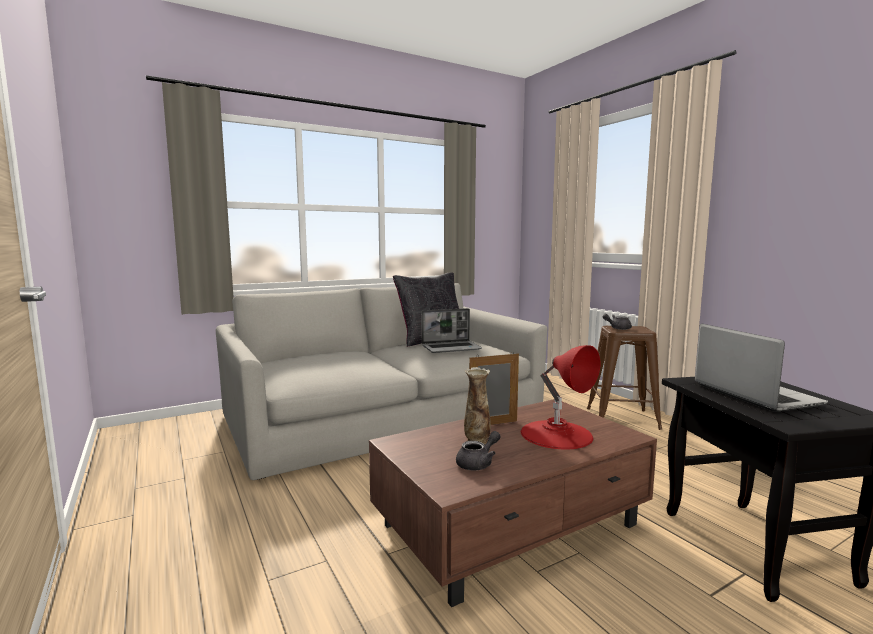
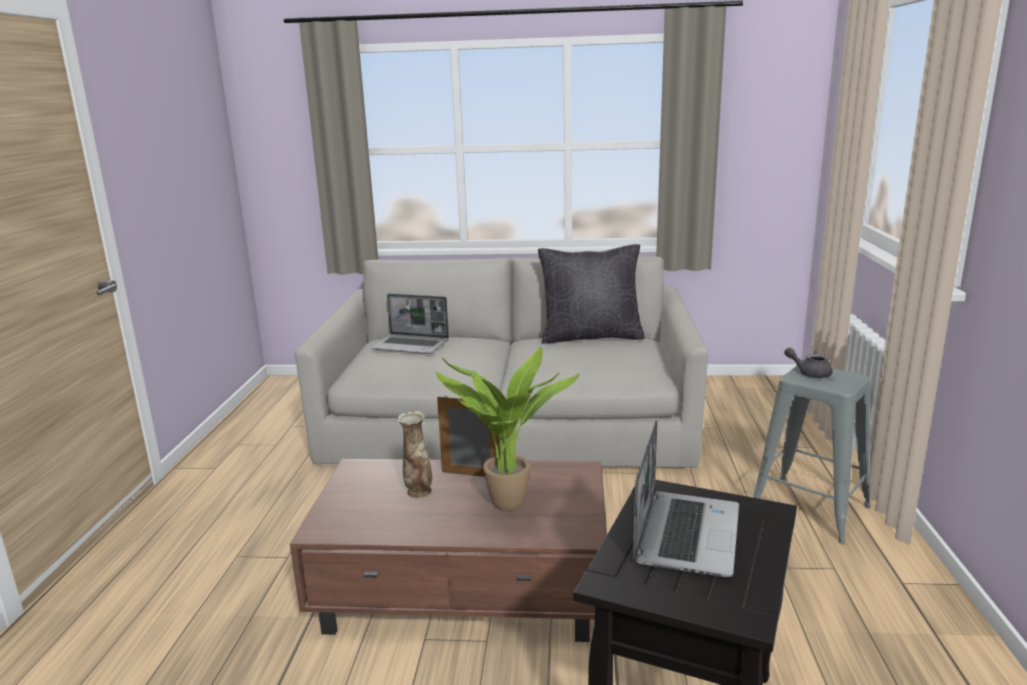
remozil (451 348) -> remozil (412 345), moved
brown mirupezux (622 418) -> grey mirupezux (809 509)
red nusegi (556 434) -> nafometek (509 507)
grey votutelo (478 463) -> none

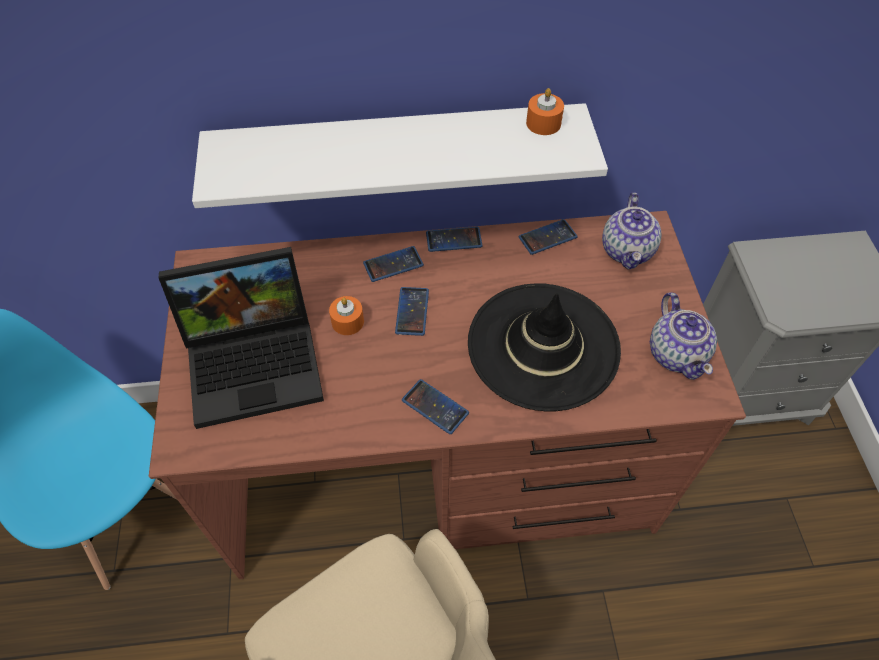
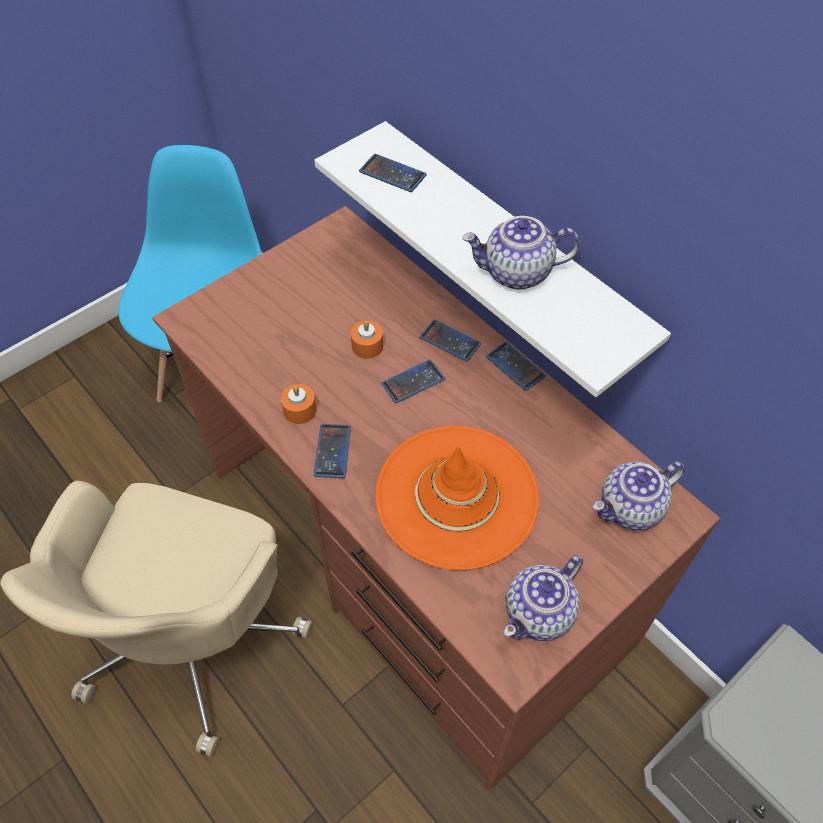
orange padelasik (543 123) -> orange padelasik (299 410), moved
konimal (547 237) -> konimal (392 174), moved
remozil (257 361) -> none
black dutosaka (543 345) -> orange dutosaka (457 496)
none -> votutelo (516 273)

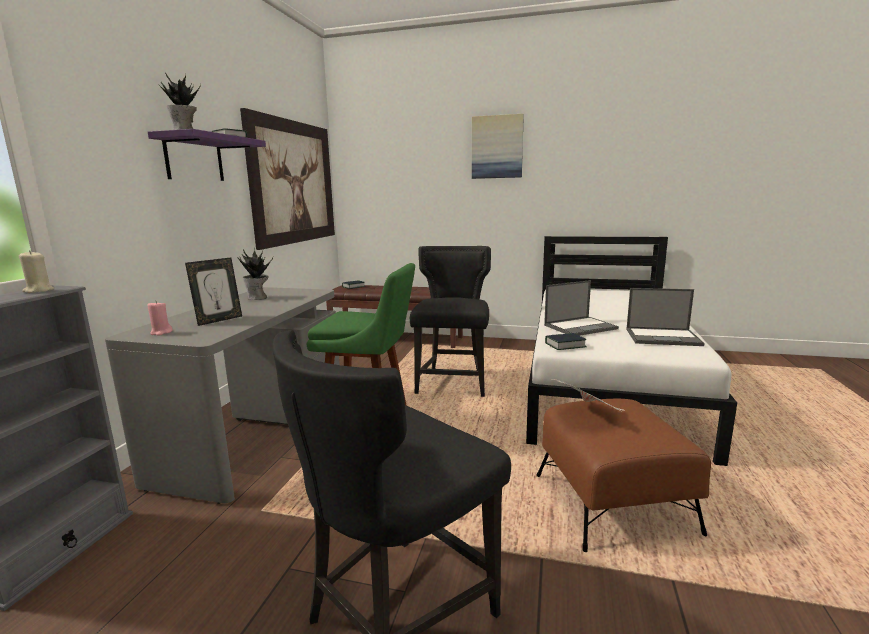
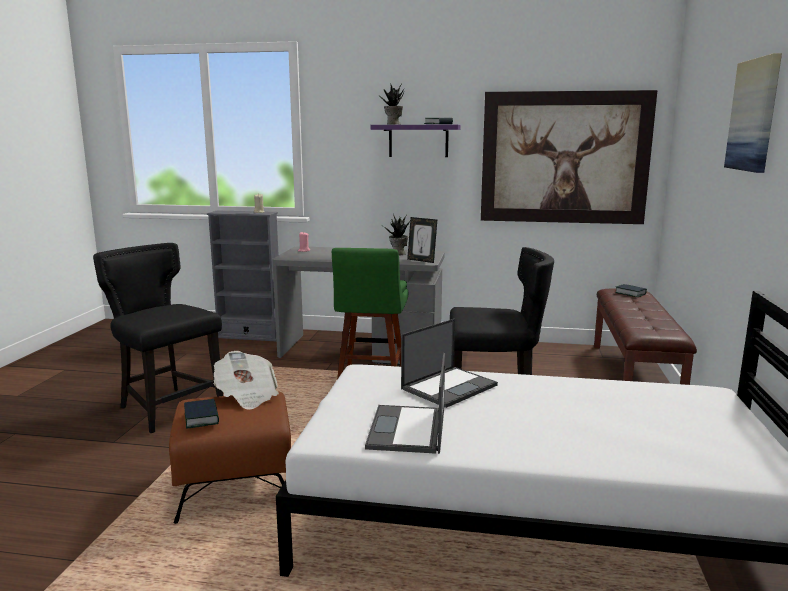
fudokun (219 320) -> fudokun (421 260), moved
remozil (581 327) -> remozil (449 386), 105 degrees counterclockwise
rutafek (565 345) -> rutafek (201 418), moved

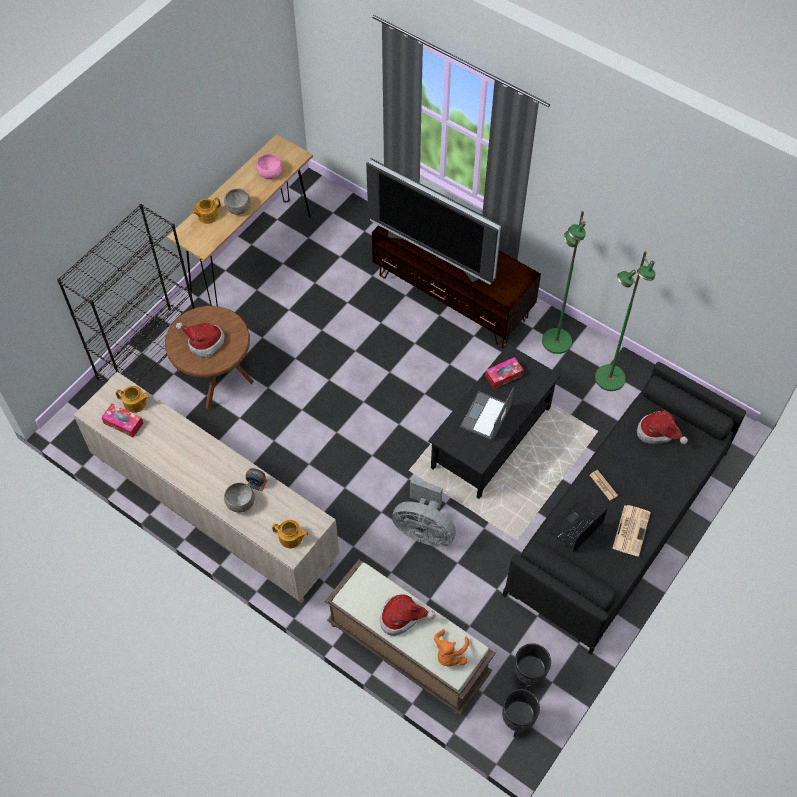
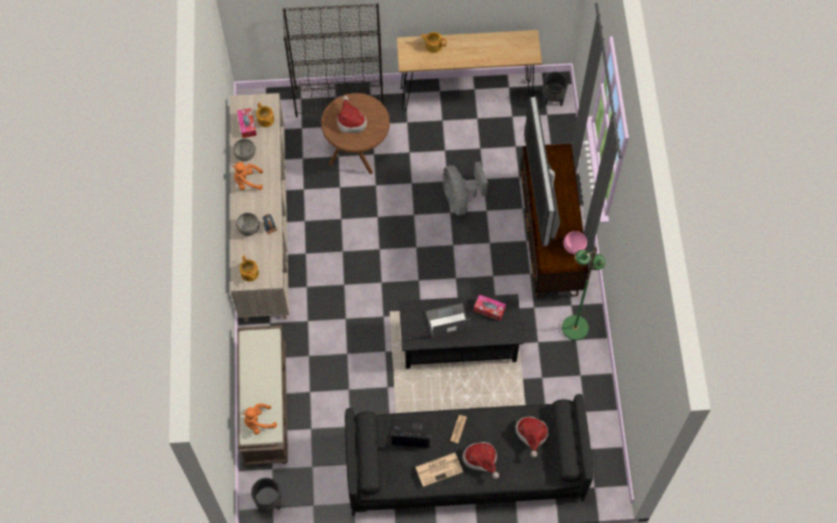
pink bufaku (270 174) -> pink bufaku (573 247), moved
grey bufaku (238 209) -> grey bufaku (245 154), moved
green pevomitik (609 378) -> none
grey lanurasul (424 530) -> grey lanurasul (460 199), moved
dutosaka (402 617) -> dutosaka (481 460), moved
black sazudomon (528 676) -> black sazudomon (552 101), moved
none -> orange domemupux (247 181)

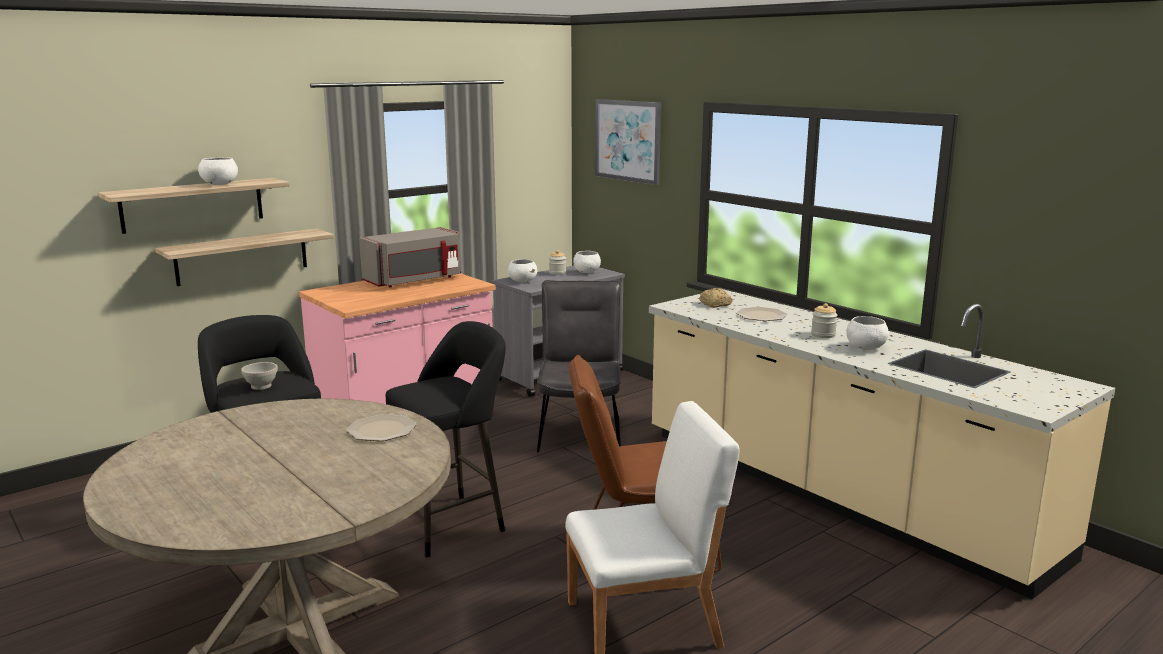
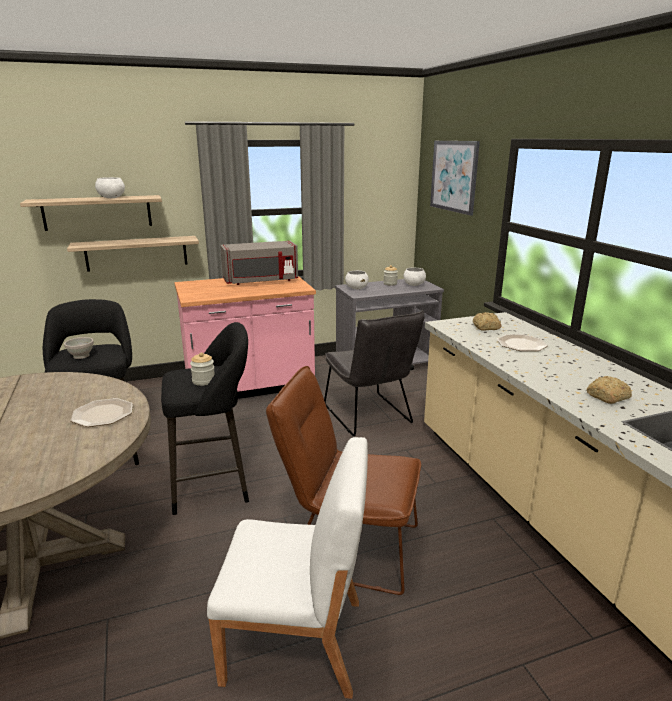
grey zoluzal (580 431) -> grey zoluzal (369 417), 135 degrees clockwise
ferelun (823 335) -> ferelun (203 381), moved
white bufaku (865 348) -> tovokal (606 397)

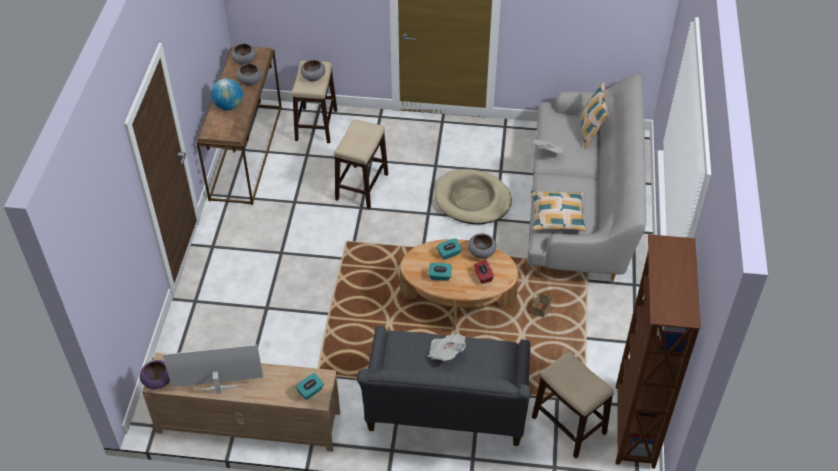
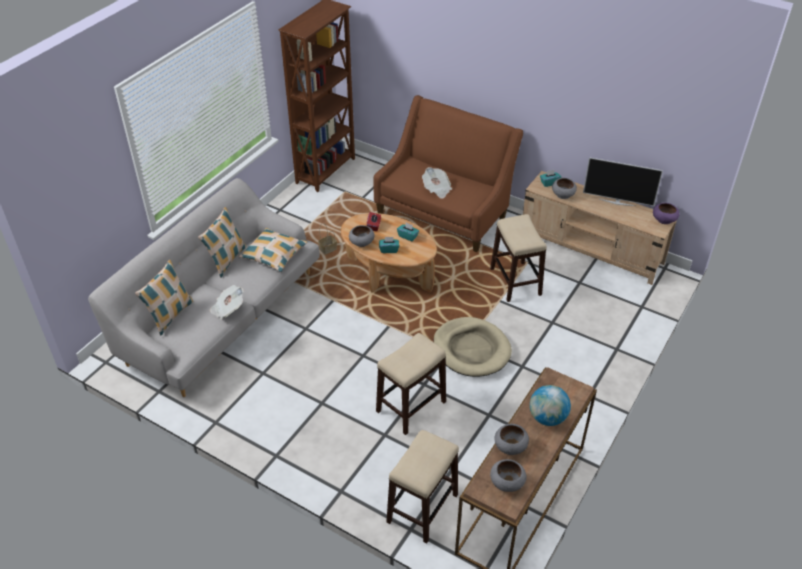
grey bufaku (313 77) -> grey bufaku (563 194), moved
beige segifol (472 200) -> beige segifol (471 349), moved
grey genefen (446 413) -> brown genefen (444 212)
mirupezux (568 424) -> mirupezux (515 282), moved
none -> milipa (227 260)

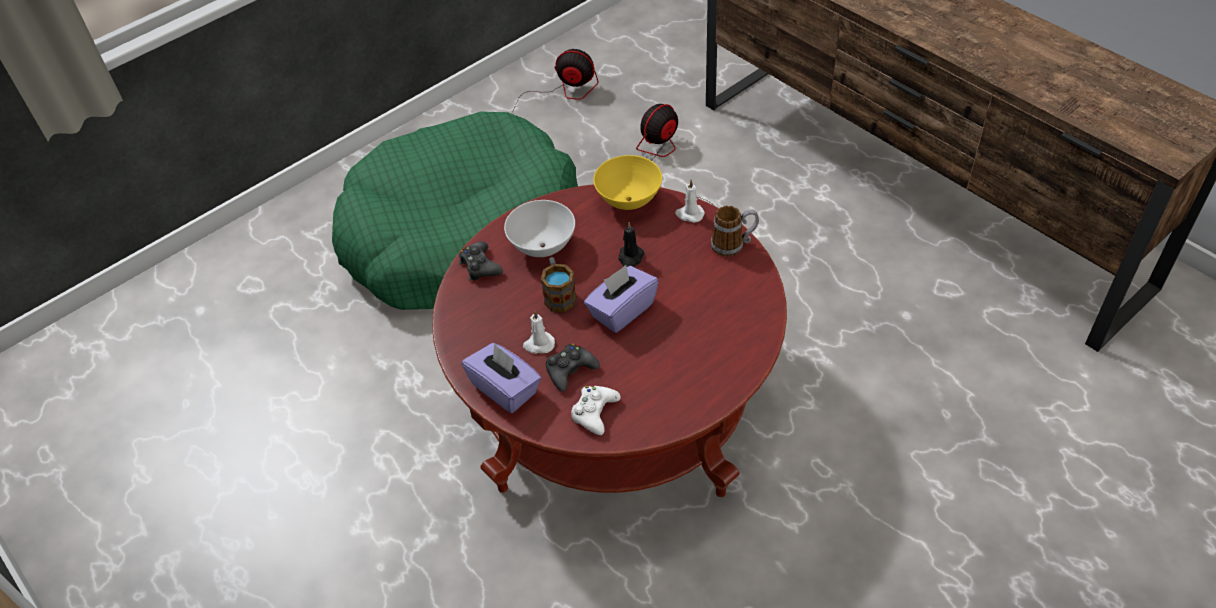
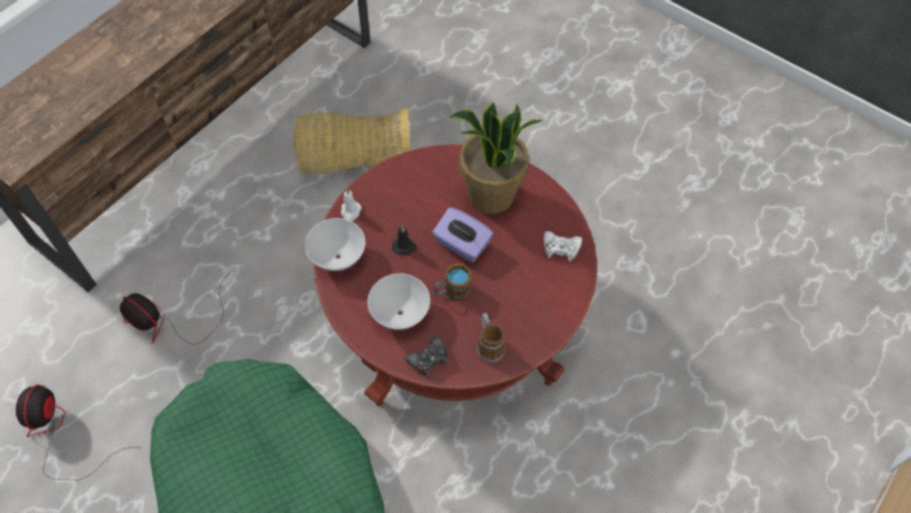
yellow bufaku (629 200) -> white bufaku (337 257)
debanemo (733 245) -> debanemo (488 345), moved
white padelasik (538 344) -> none
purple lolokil (505 389) -> none
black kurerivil (570 370) -> none
none -> nafometek (491 196)
none -> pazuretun (354 160)

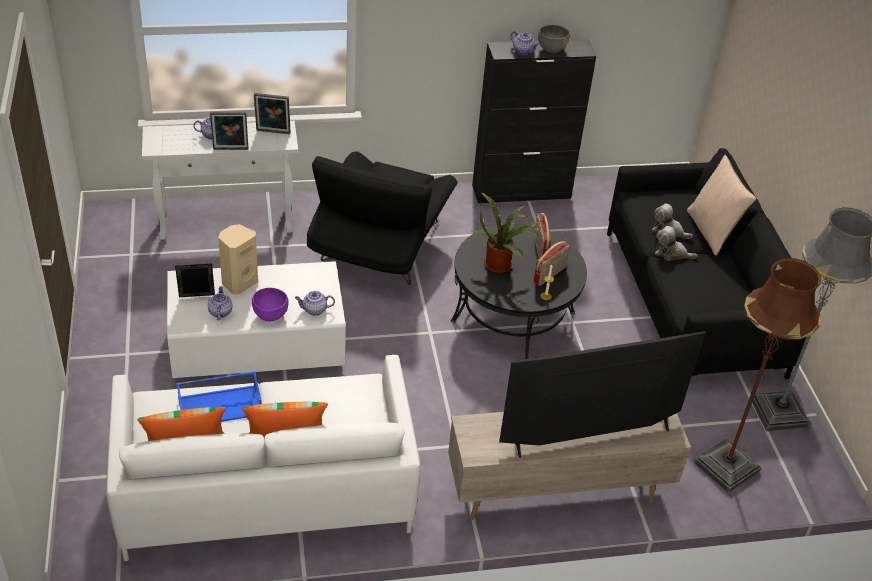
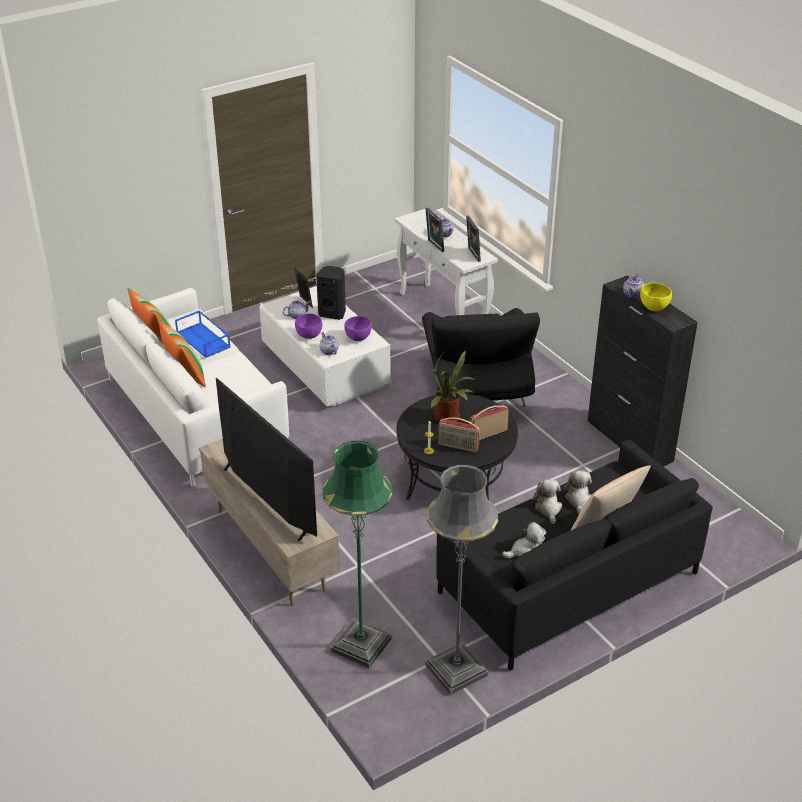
grey bufaku (552 49) -> yellow bufaku (654 307)
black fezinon (379 249) -> black fezinon (477 388), 90 degrees counterclockwise
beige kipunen (239 282) -> black kipunen (333 313)
brown pevomitik (726 467) -> green pevomitik (361 645)
none -> purple bufaku (358 338)
none -> domemupux (526 551)

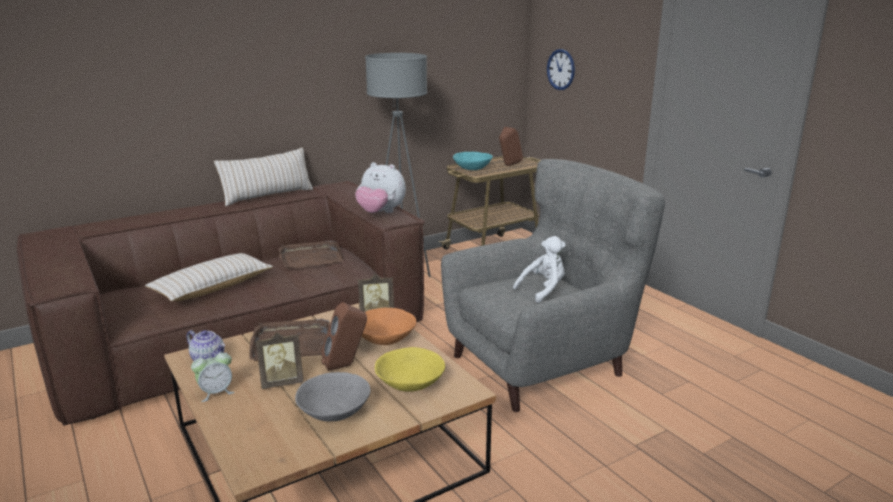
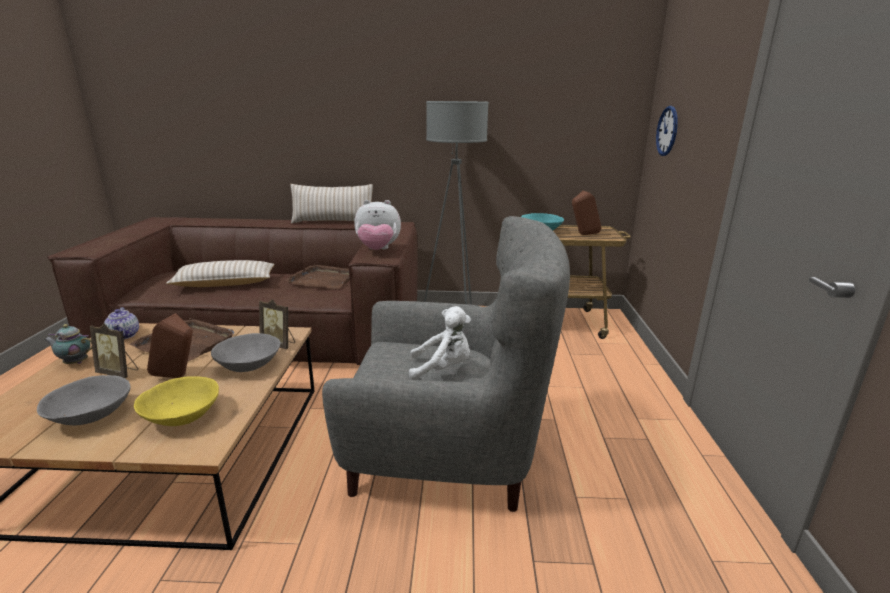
domemupux (380 213) -> domemupux (378 250), 60 degrees counterclockwise
orange bufaku (385 338) -> grey bufaku (249 365)
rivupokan (216 392) -> votutelo (75 363)

